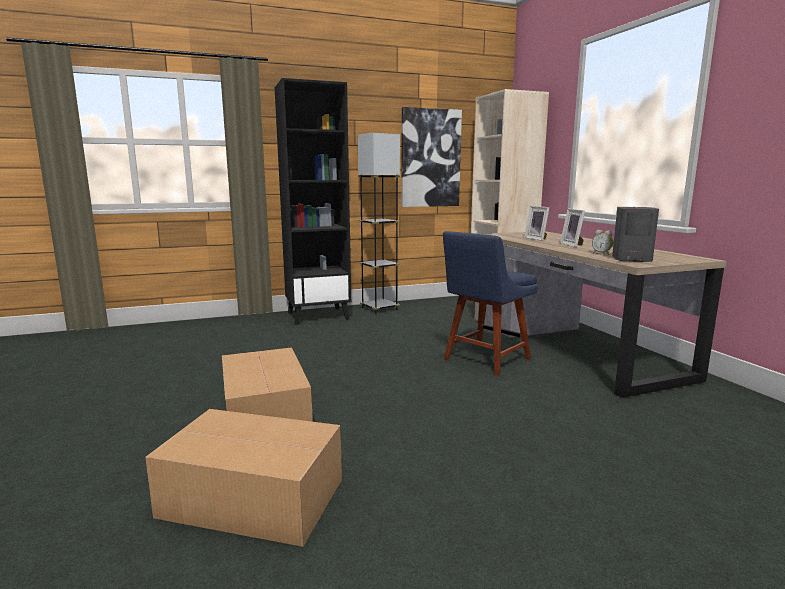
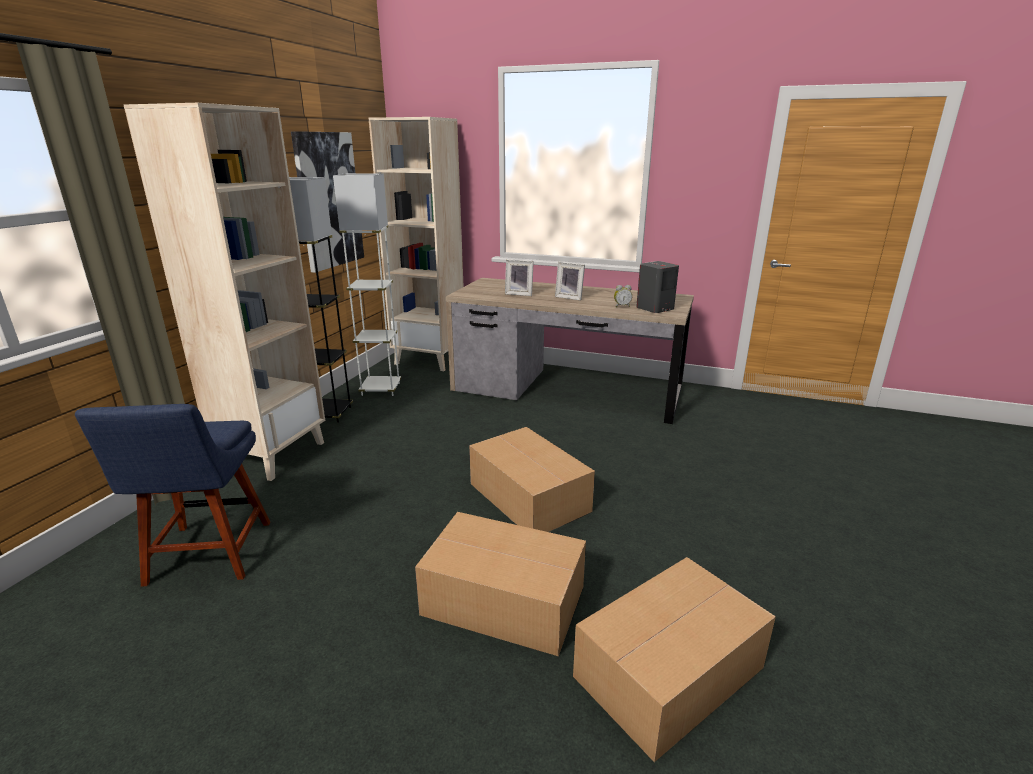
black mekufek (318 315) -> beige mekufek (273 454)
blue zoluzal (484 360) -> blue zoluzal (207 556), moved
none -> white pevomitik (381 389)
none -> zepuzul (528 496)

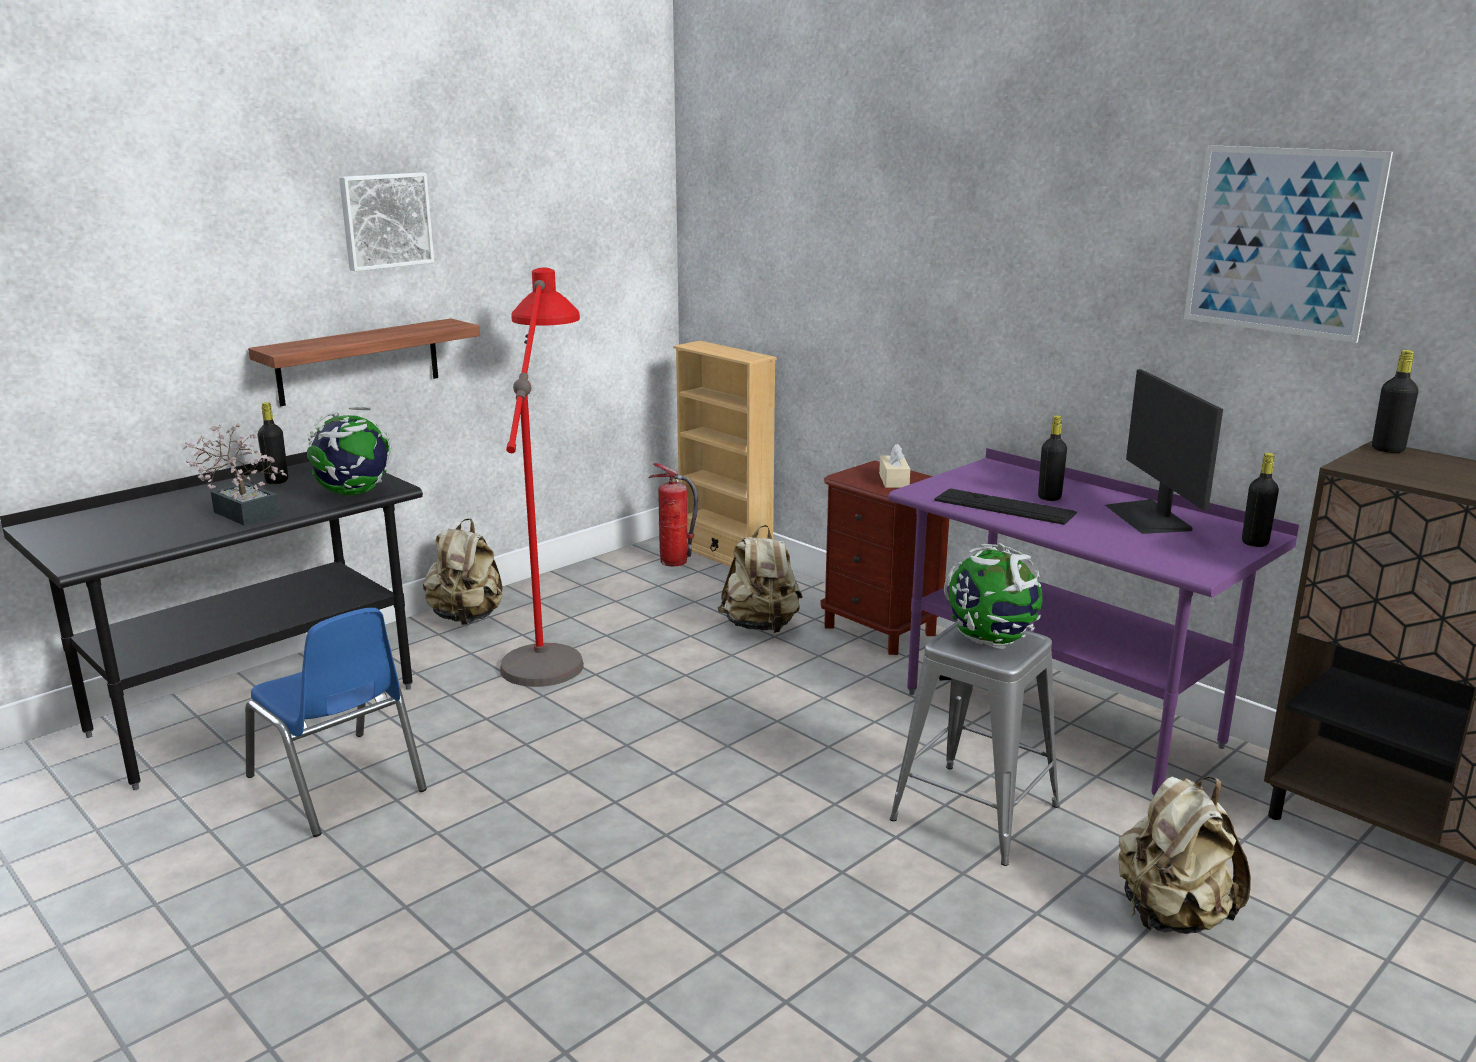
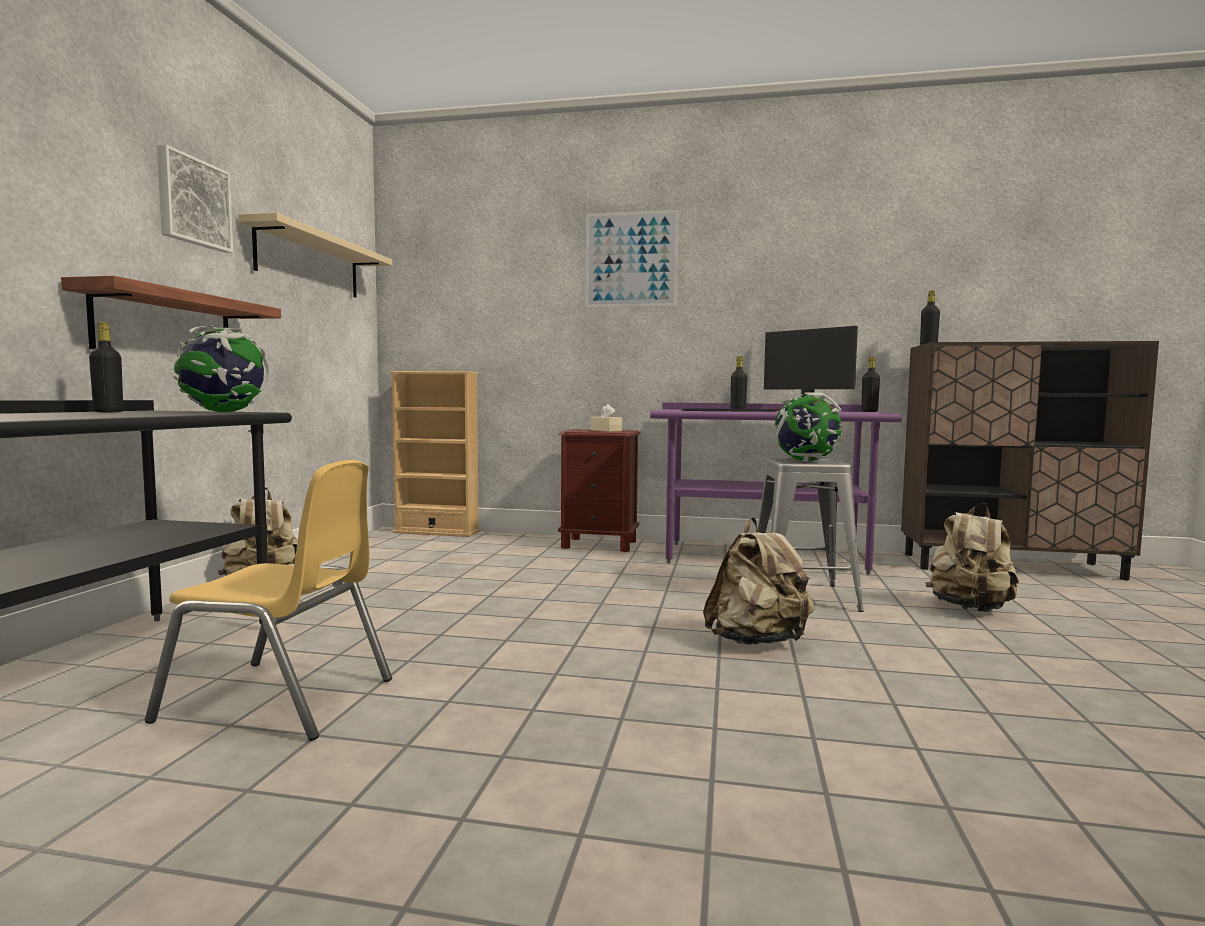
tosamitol (1281 241) -> tosamitol (631 260), moved
red pevomitik (550 641) -> none
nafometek (243 511) -> none
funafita (674 561) -> none
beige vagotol (761 626) -> beige vagotol (757 642), moved
blue zoluzal (337 784) -> yellow zoluzal (279 700)
none -> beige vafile (309 263)

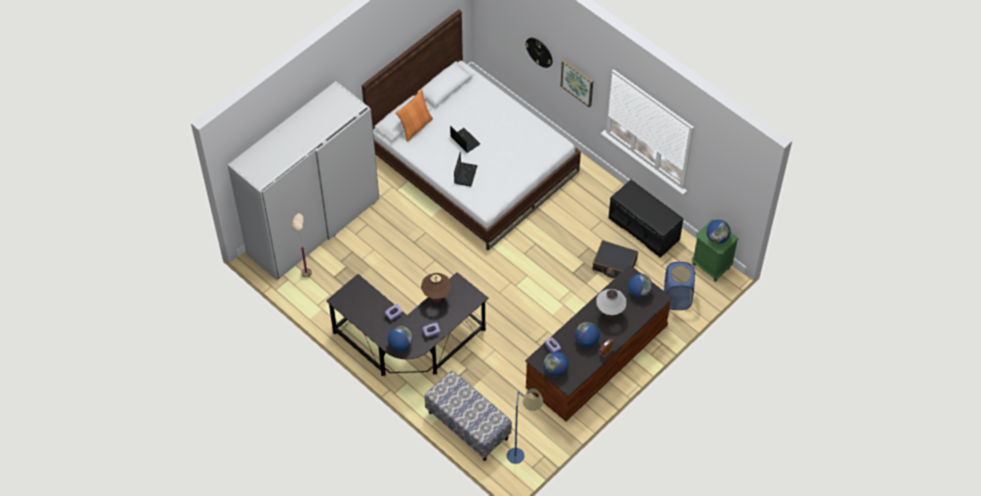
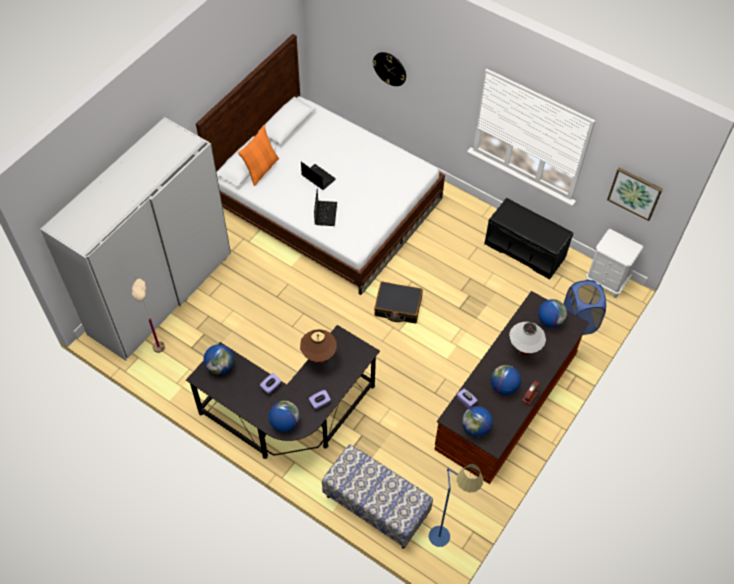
tosamitol (577 82) -> tosamitol (635 193), moved
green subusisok (711 266) -> white subusisok (606 281)
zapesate (717 238) -> zapesate (220 366), moved
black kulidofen (614 264) -> black kulidofen (398 307), moved

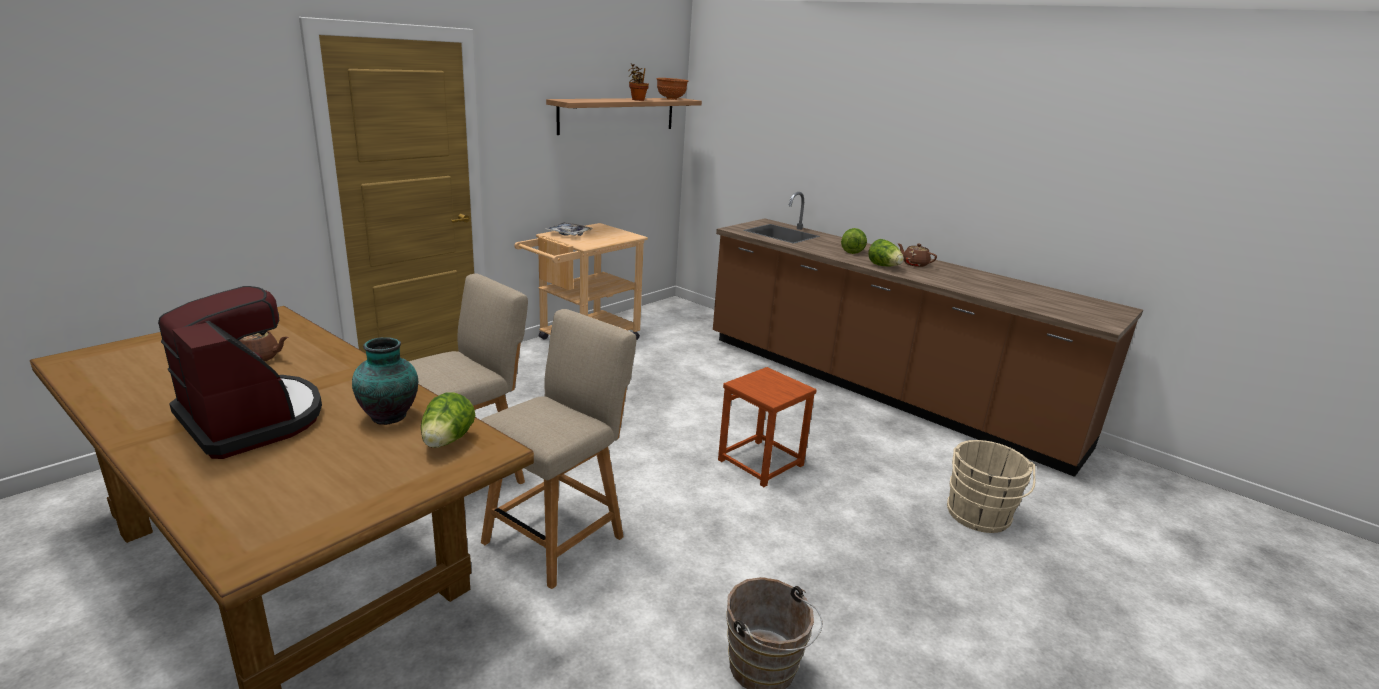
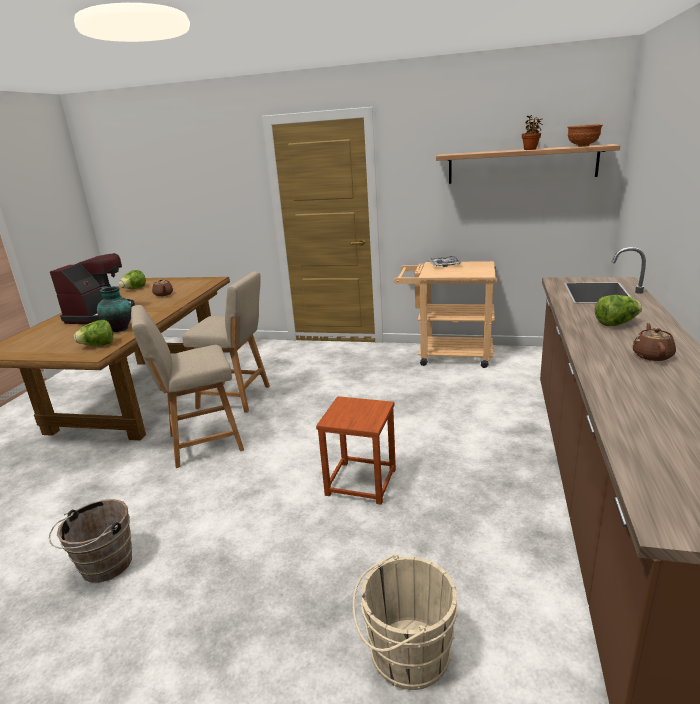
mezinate (884 266) -> mezinate (134 289), moved
beige zoluzal (558 536) -> beige zoluzal (201 443), 150 degrees clockwise

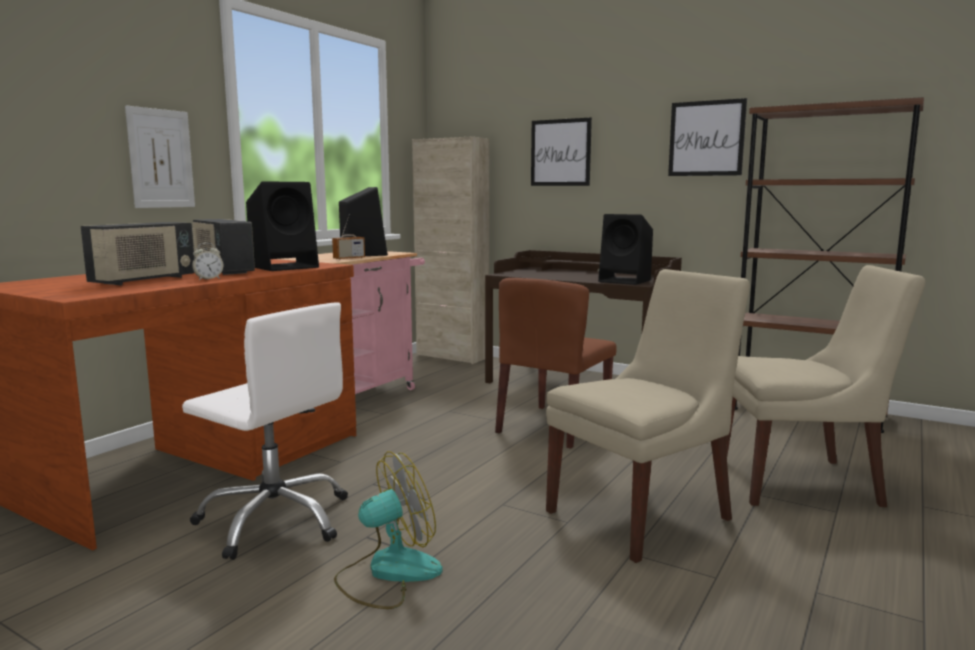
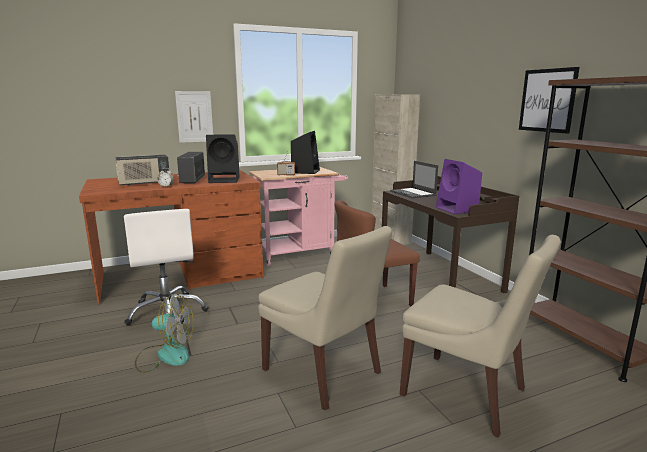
tosamitol (560 152) -> none
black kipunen (626 281) -> purple kipunen (457 209)
beige zoluzal (642 514) -> beige zoluzal (324 373), 45 degrees clockwise
none -> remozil (413 193)

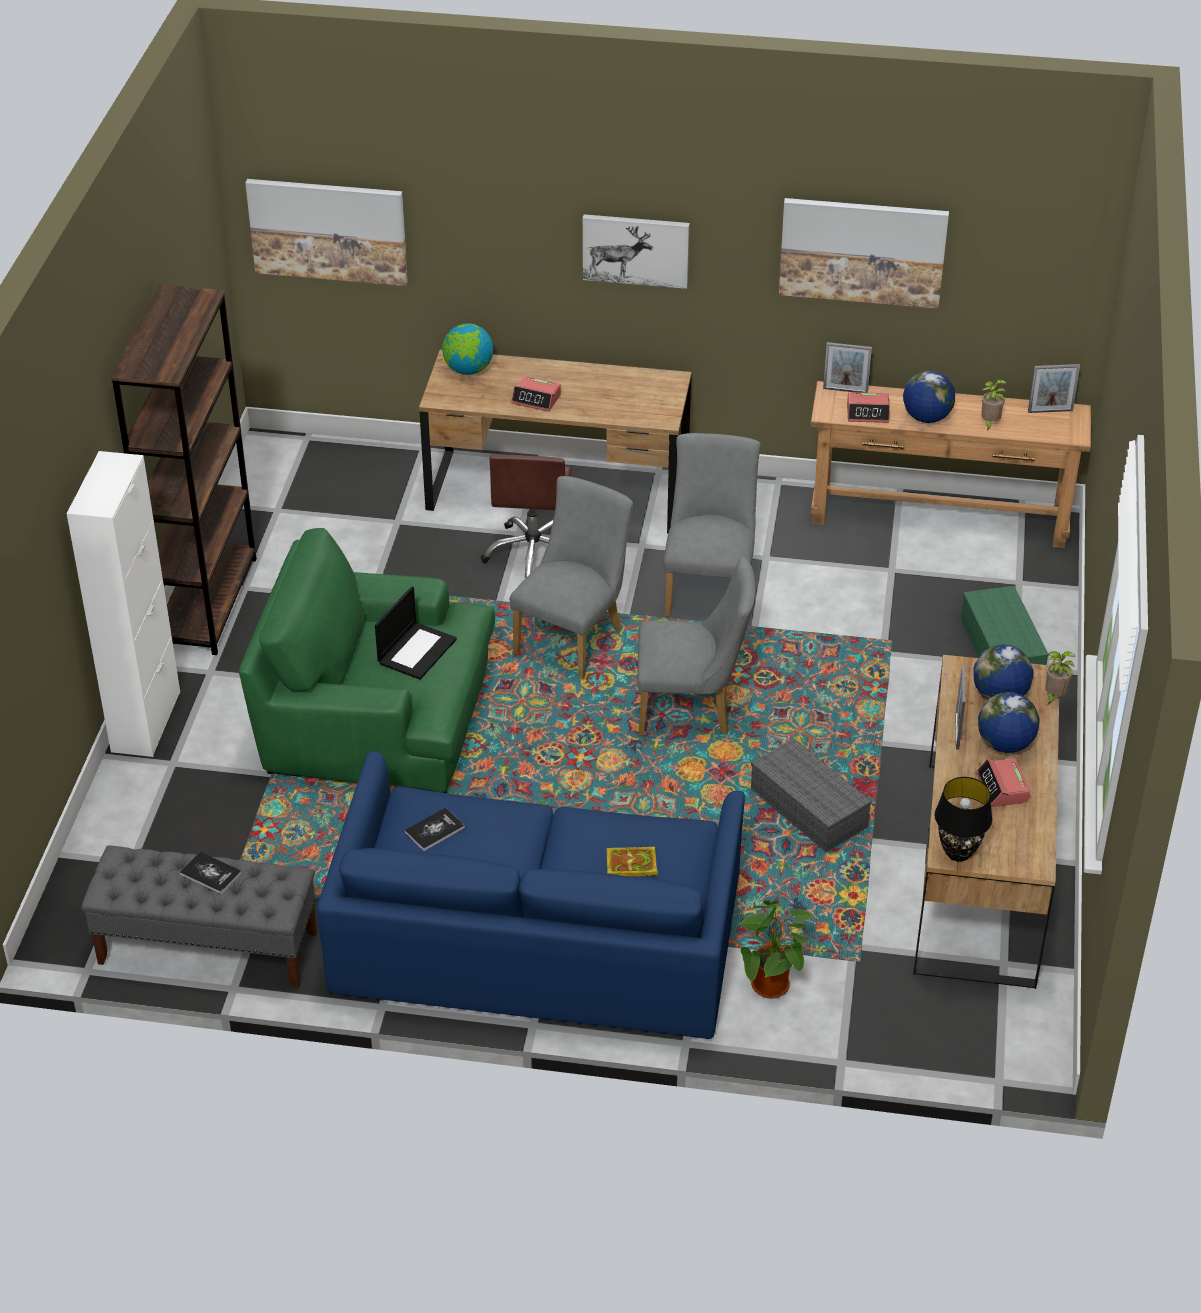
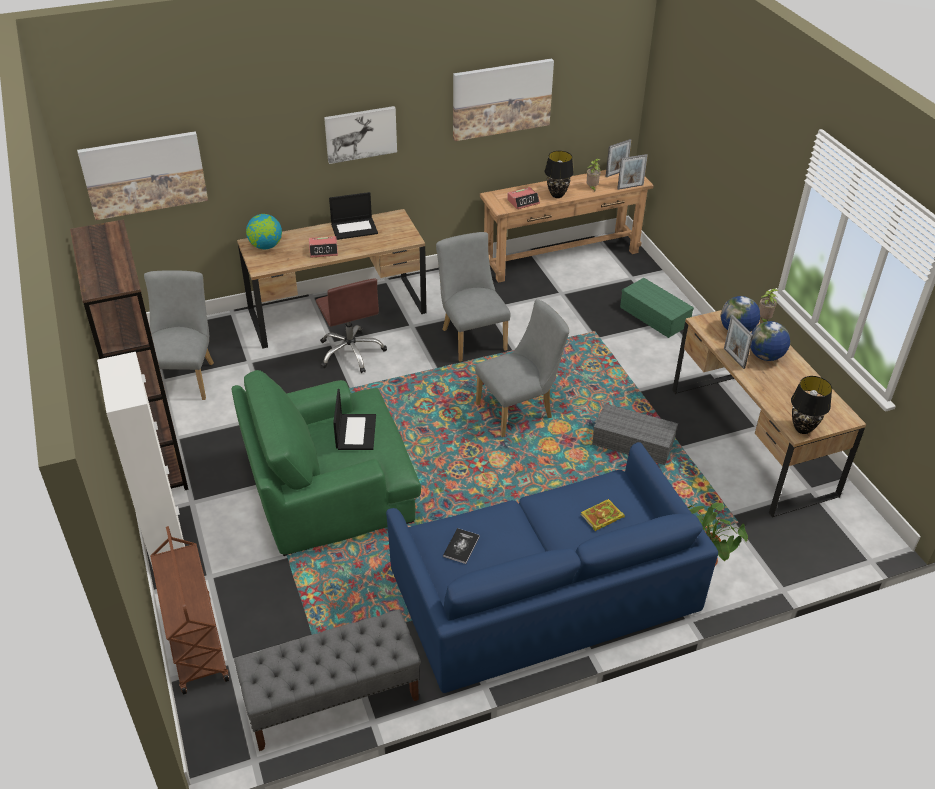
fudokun (845 390) -> fudokun (630 187), moved
zapesate (926 418) -> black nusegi (557 195)
grey zoluzal (574 637) -> grey zoluzal (185 377), moved
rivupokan (1002 788) -> none
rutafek (210 874) -> none
none -> remozil (354 228)
none -> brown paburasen (195 643)

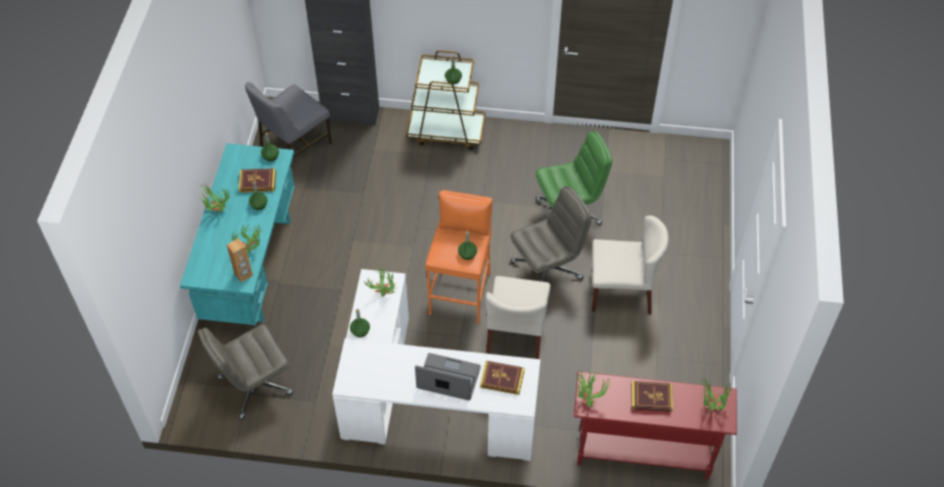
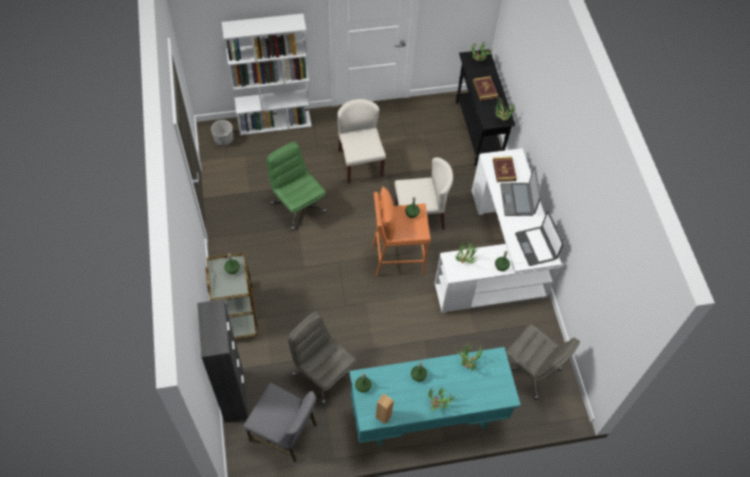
rutafek (257 182) -> none
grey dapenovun (547 269) -> grey dapenovun (323 374), moved
brown kipunen (243 275) -> brown kipunen (383 416), moved
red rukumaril (642 453) -> black rukumaril (477 132)
none -> white mekufek (275 122)
none -> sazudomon (224 139)
none -> remozil (536 246)

